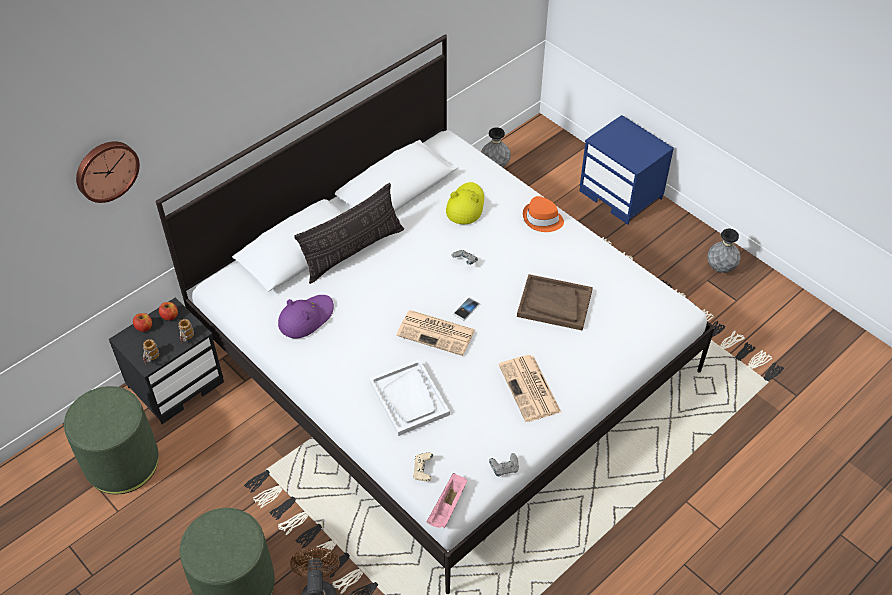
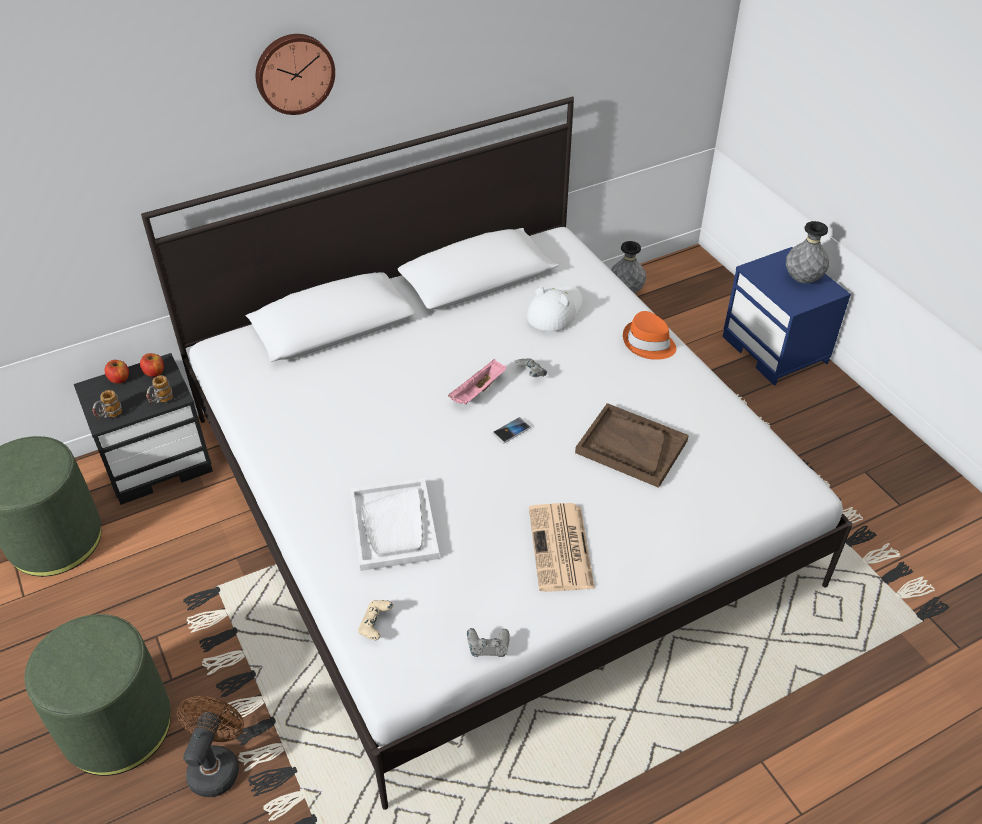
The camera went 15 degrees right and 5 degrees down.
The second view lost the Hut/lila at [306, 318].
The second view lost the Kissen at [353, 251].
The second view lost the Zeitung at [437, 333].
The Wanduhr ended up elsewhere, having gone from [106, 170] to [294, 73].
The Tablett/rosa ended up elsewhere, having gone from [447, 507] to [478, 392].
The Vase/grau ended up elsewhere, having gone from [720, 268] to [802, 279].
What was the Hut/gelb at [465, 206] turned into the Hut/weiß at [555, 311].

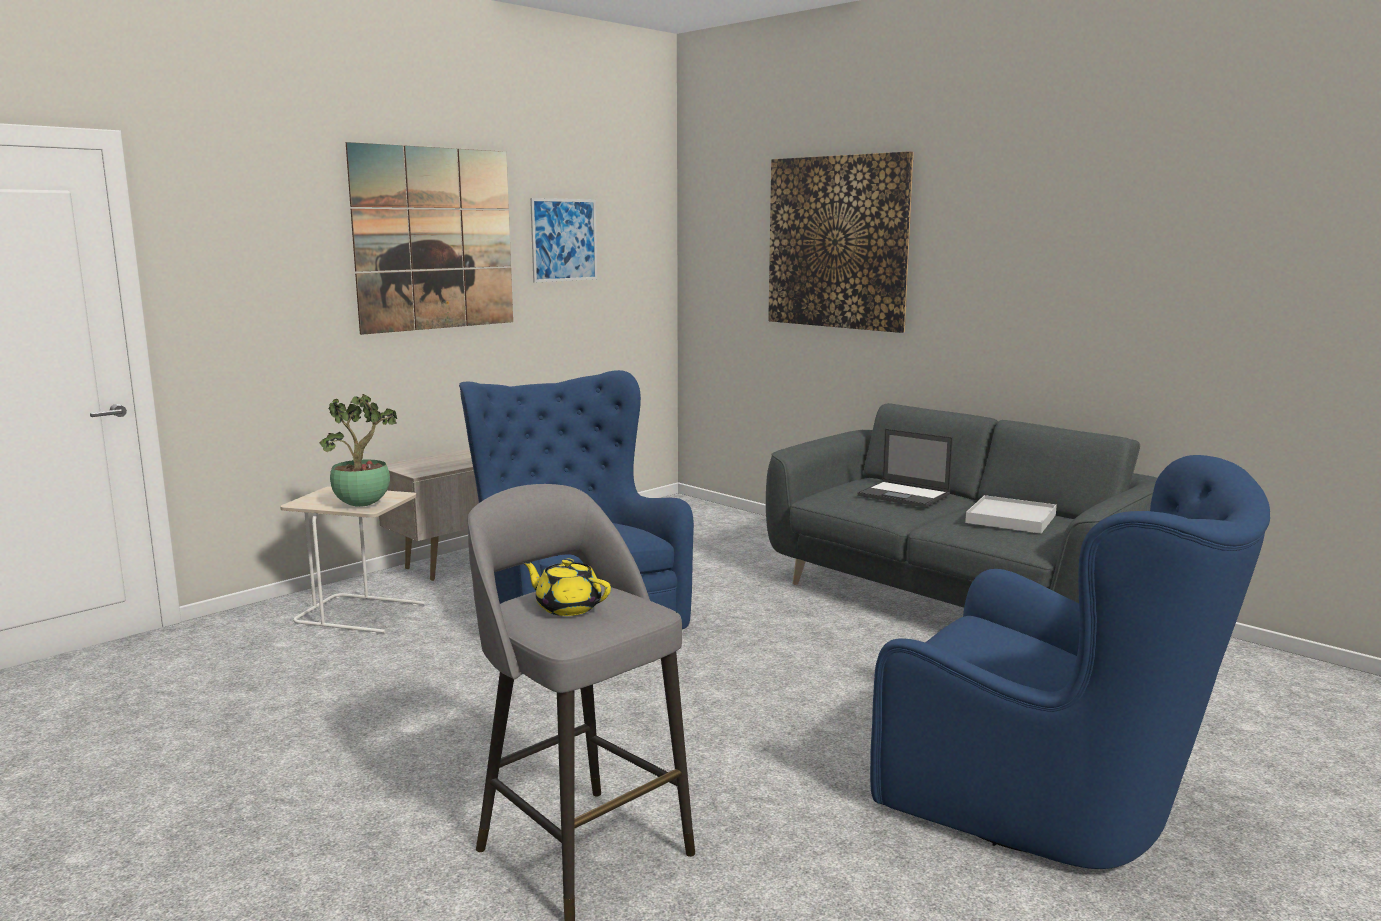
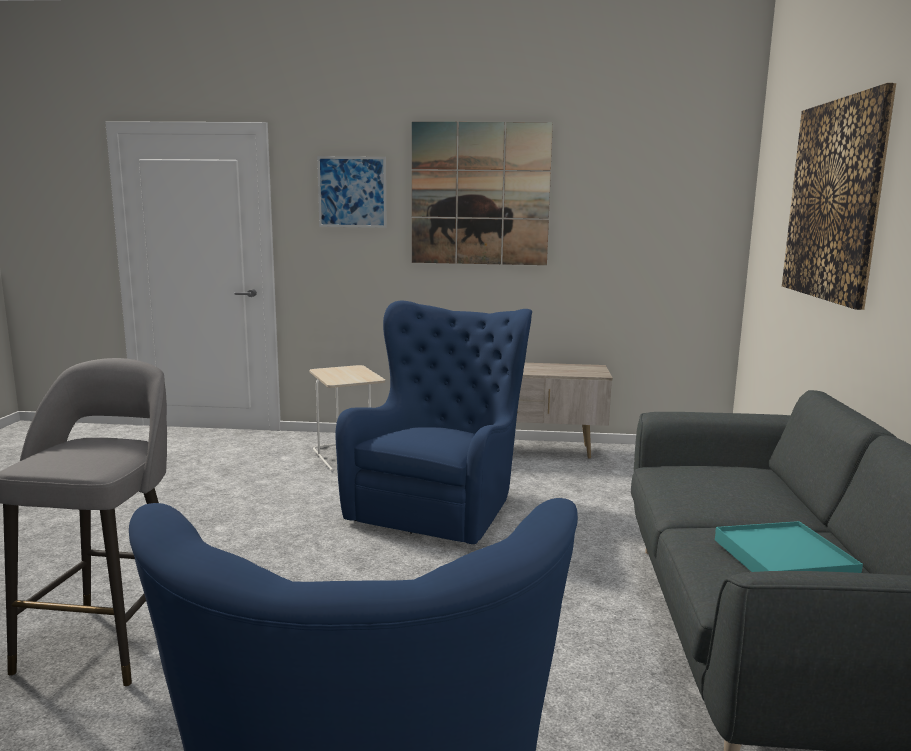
The camera went 50 degrees right and 0 degrees up.
The second view lost the Topfpflanze at [364, 505].
The second view lost the Teekanne/gelb at [567, 607].
The second view lost the Laptop at [905, 495].
The Bild ended up elsewhere, having gone from [564, 240] to [352, 192].
What was the Tablett/weiß at [1010, 519] turned into the Tablett/türkis at [783, 558].

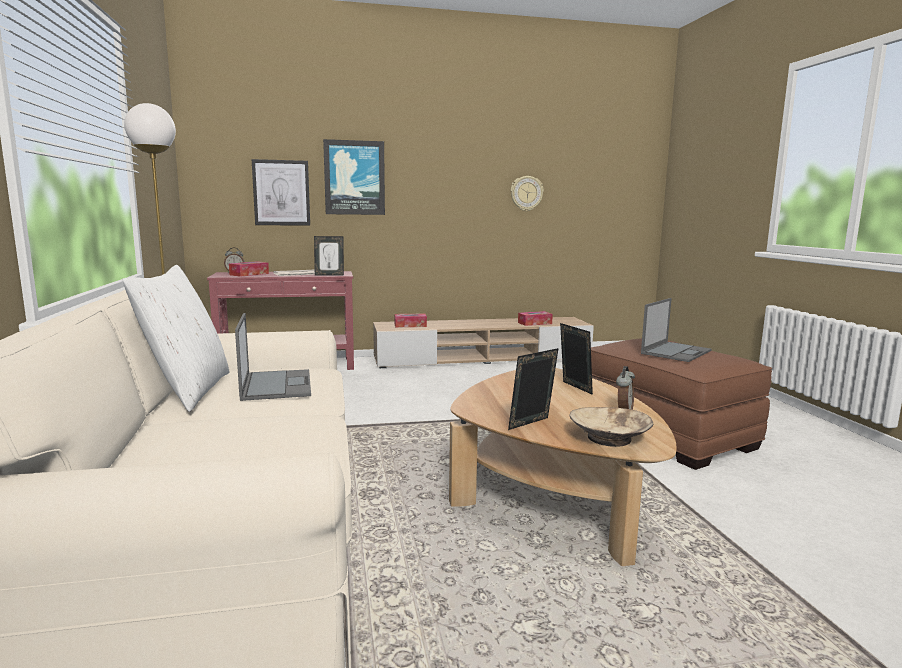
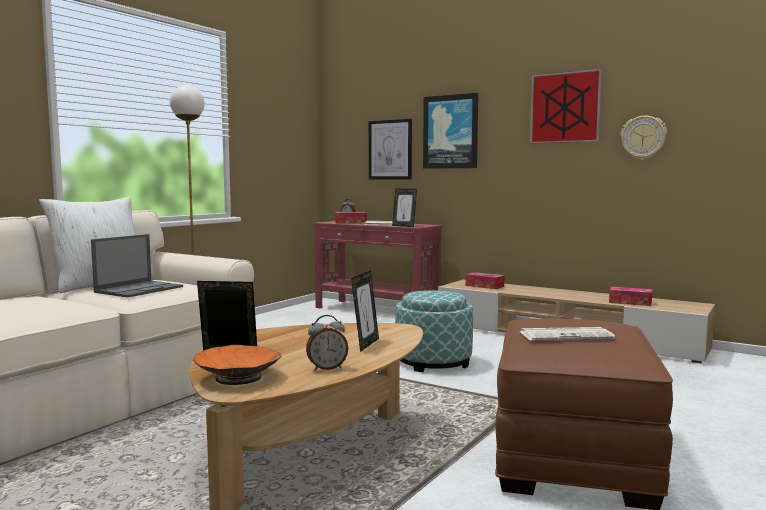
The camera went 45 degrees right and 5 degrees down.
The second view gained the Polsterhocker at [433, 362].
The second view gained the Bild at [565, 107].
Where the Laptop stood at [676, 352], the Zeitung came to stand at [566, 336].
What was the Schüssel/beige at [609, 438] turned into the Schüssel/orange at [239, 377].

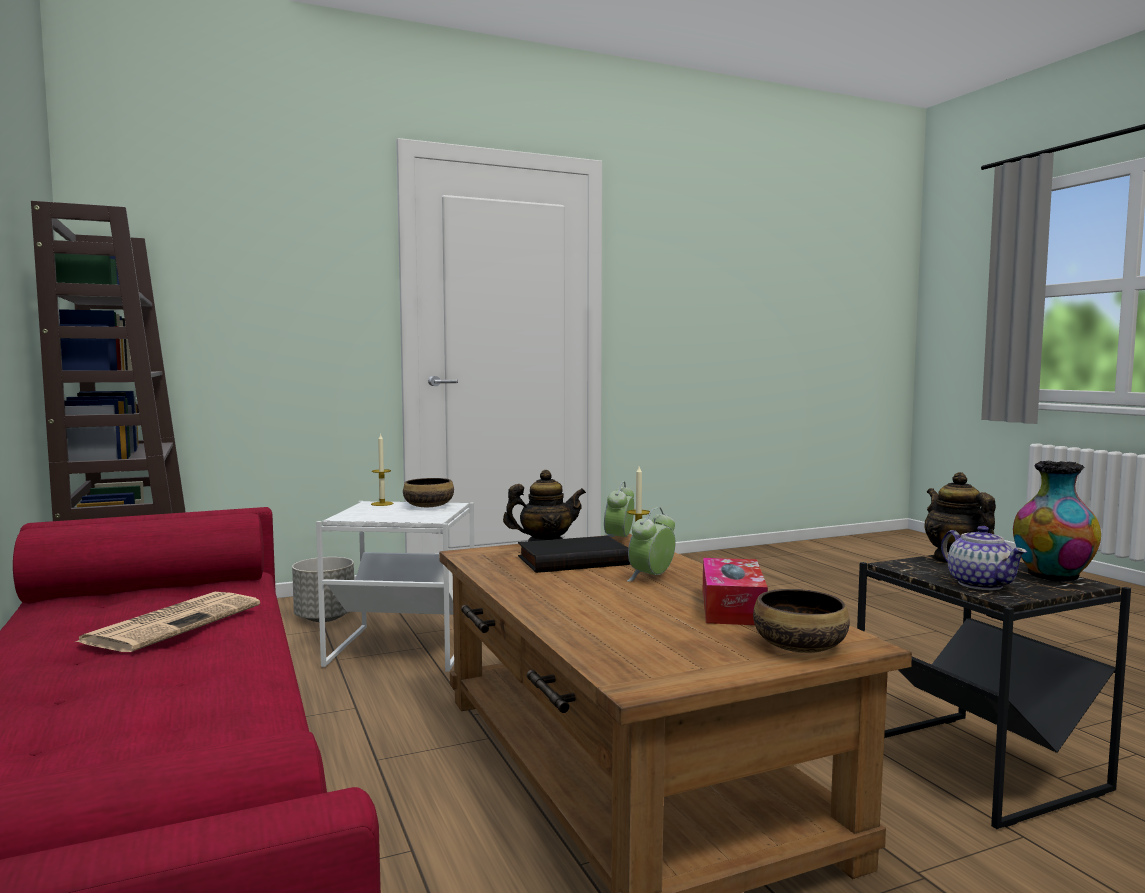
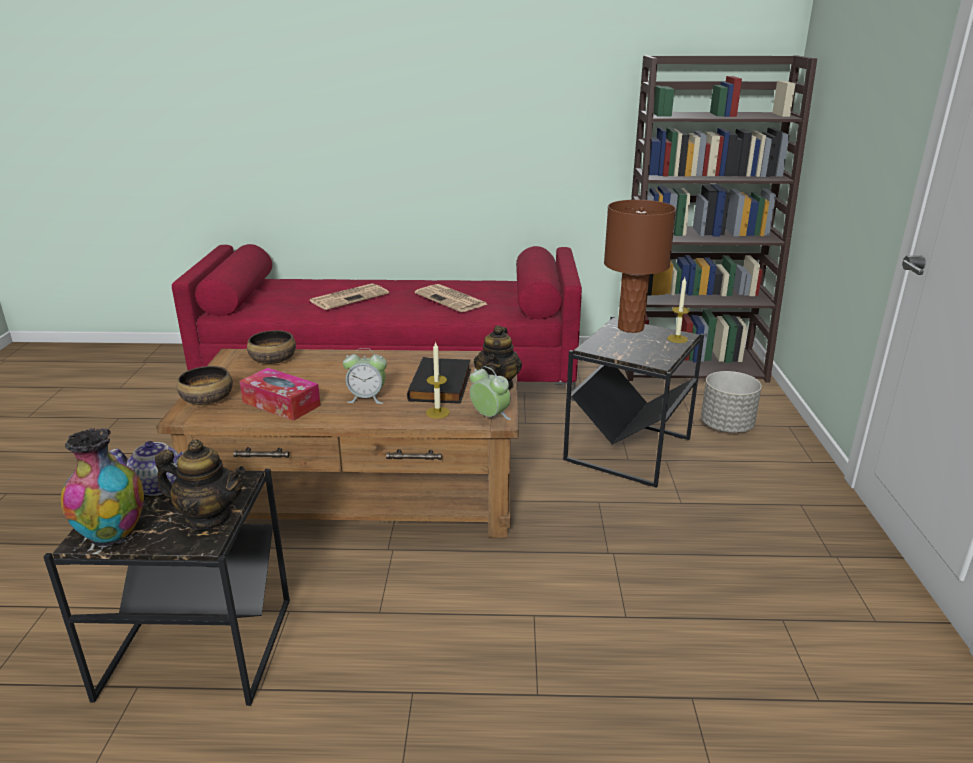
The camera went 115 degrees right and 20 degrees up.
The second view gained the Zeitung at [349, 297].
The second view gained the Tischlampe/braun at [631, 328].
The Schüssel ended up elsewhere, having gone from [429, 506] to [272, 360].
What was the Beistelltisch/weiß at [401, 648] turned into the Beistelltisch/schwarz at [629, 449].
The Wecker at [651, 578] ended up facing another way, 120 degrees clockwise from before.

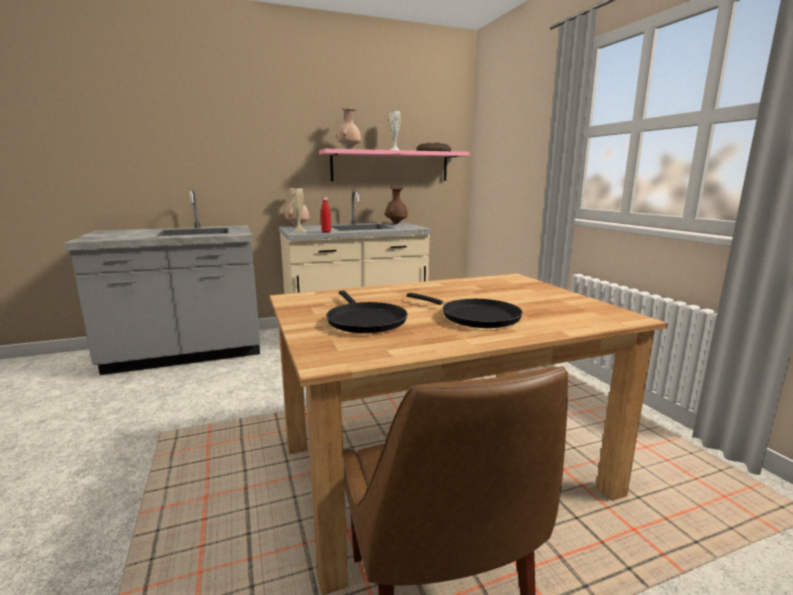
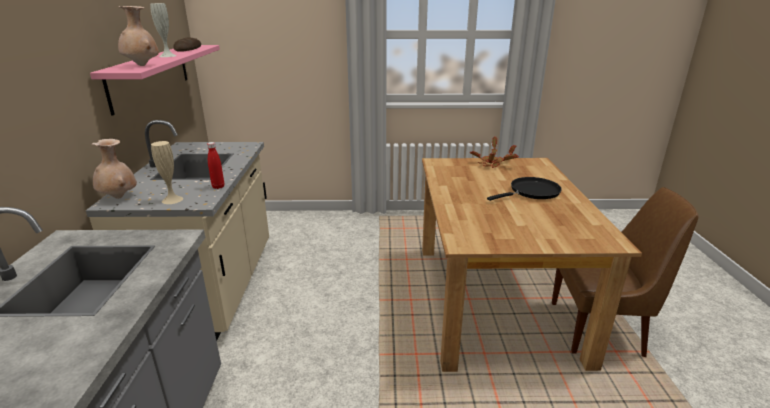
The camera went 70 degrees left and 10 degrees up.
The second view lost the Pfanne/schwarz at [364, 320].
The second view lost the Vase/braun at [396, 223].
The second view gained the Topfpflanze at [493, 163].

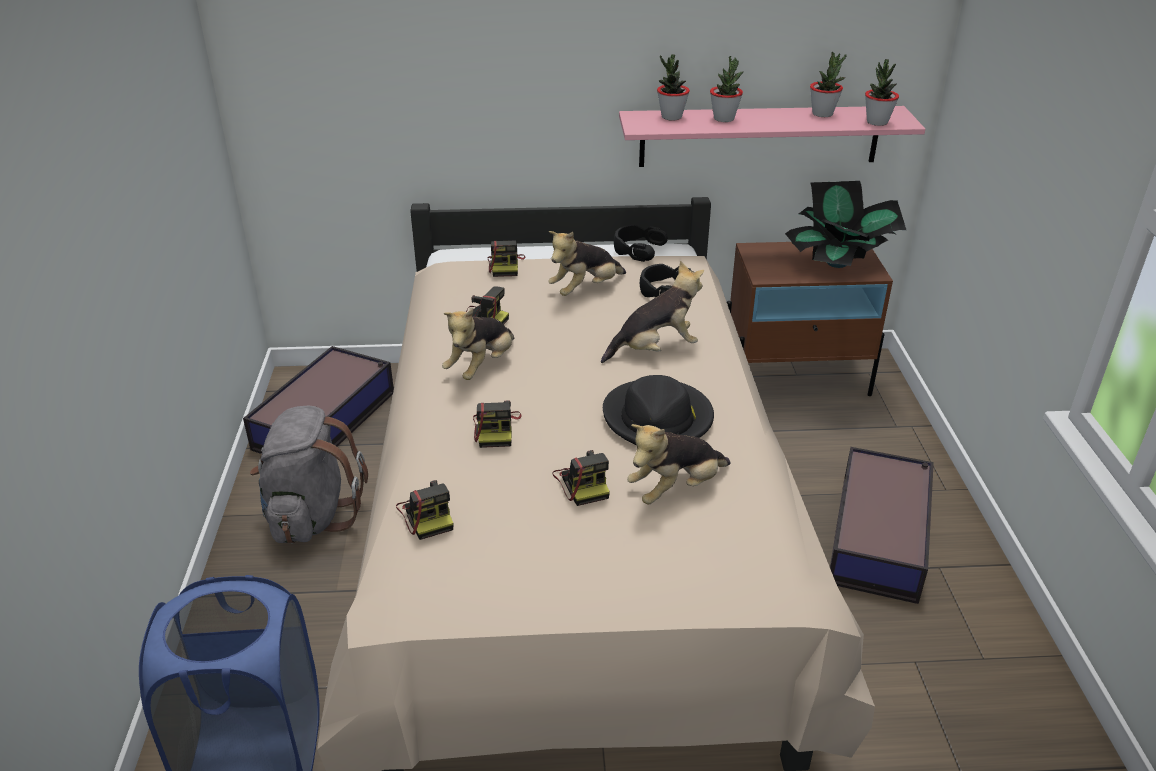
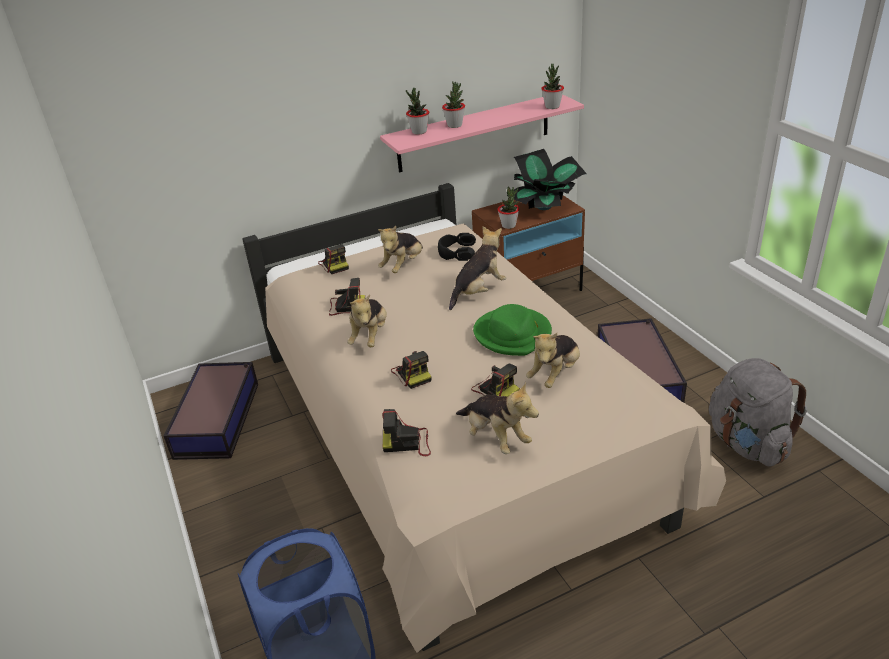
The camera went 20 degrees left and 0 degrees up.
The second view lost the Kopfhörer/schwarz at [637, 249].
The second view gained the Plüschtier at [495, 437].
The Rucksack/grau ended up elsewhere, having gone from [311, 515] to [747, 443].
The Topfpflanze ended up elsewhere, having gone from [822, 114] to [509, 225].
What was the Hut/schwarz at [658, 419] turned into the Hut/grün at [513, 334].
The Kamera at [427, 515] ended up facing another way, 135 degrees clockwise from before.

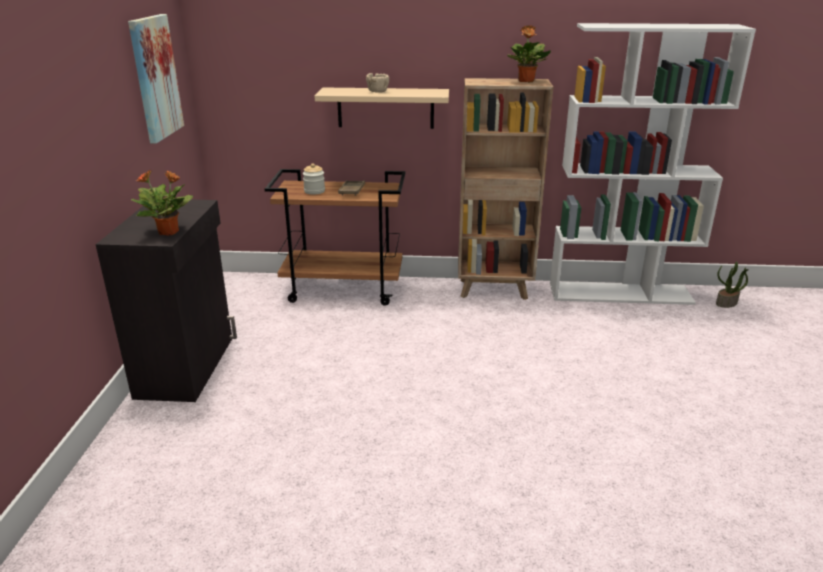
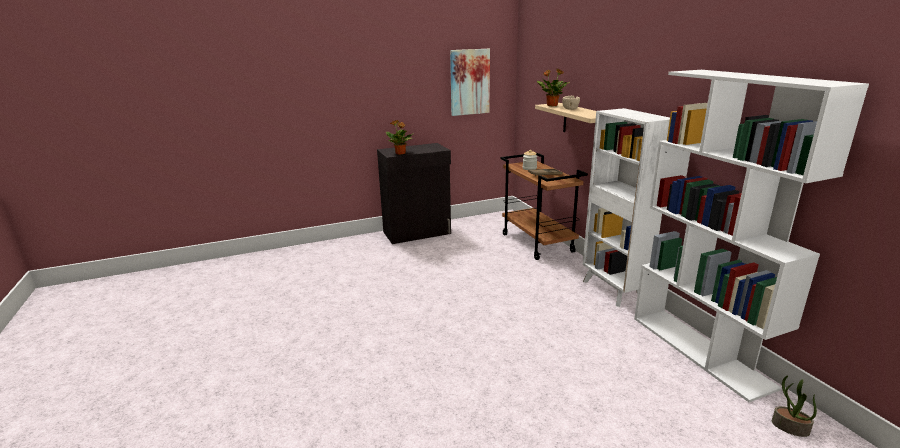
The camera went 65 degrees right and 5 degrees down.
The Topfpflanze ended up elsewhere, having gone from [526, 81] to [551, 105].
What was the Bücherregal/braun at [495, 289] turned into the Bücherregal/weiß at [613, 290].

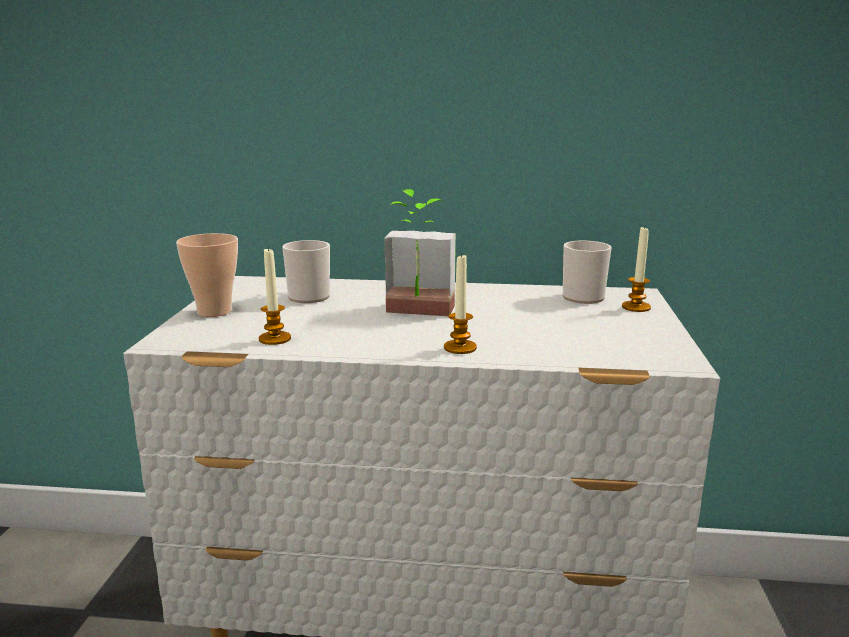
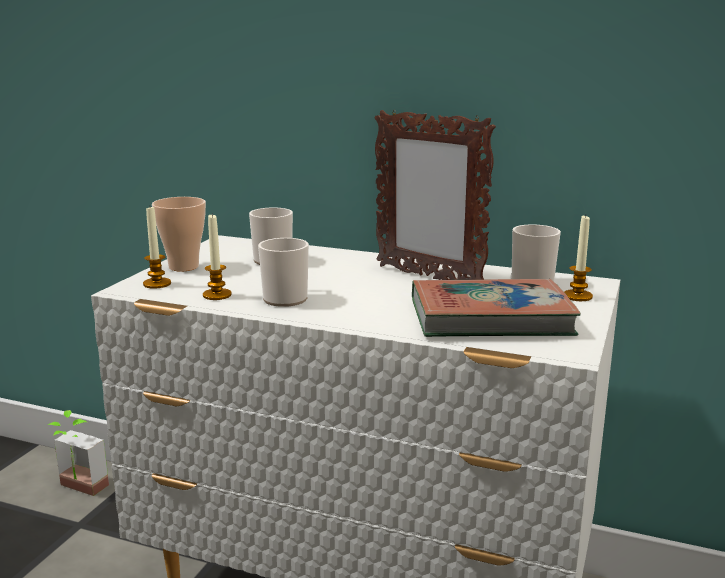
The camera went 15 degrees right and 0 degrees up.
The second view gained the Henkelbecher at [287, 297].
The second view gained the Bilderrahmen at [428, 277].
The second view gained the Buch at [490, 318].
The Topfpflanze ended up elsewhere, having gone from [417, 313] to [78, 489].
The Kerze ended up elsewhere, having gone from [460, 348] to [157, 284].

